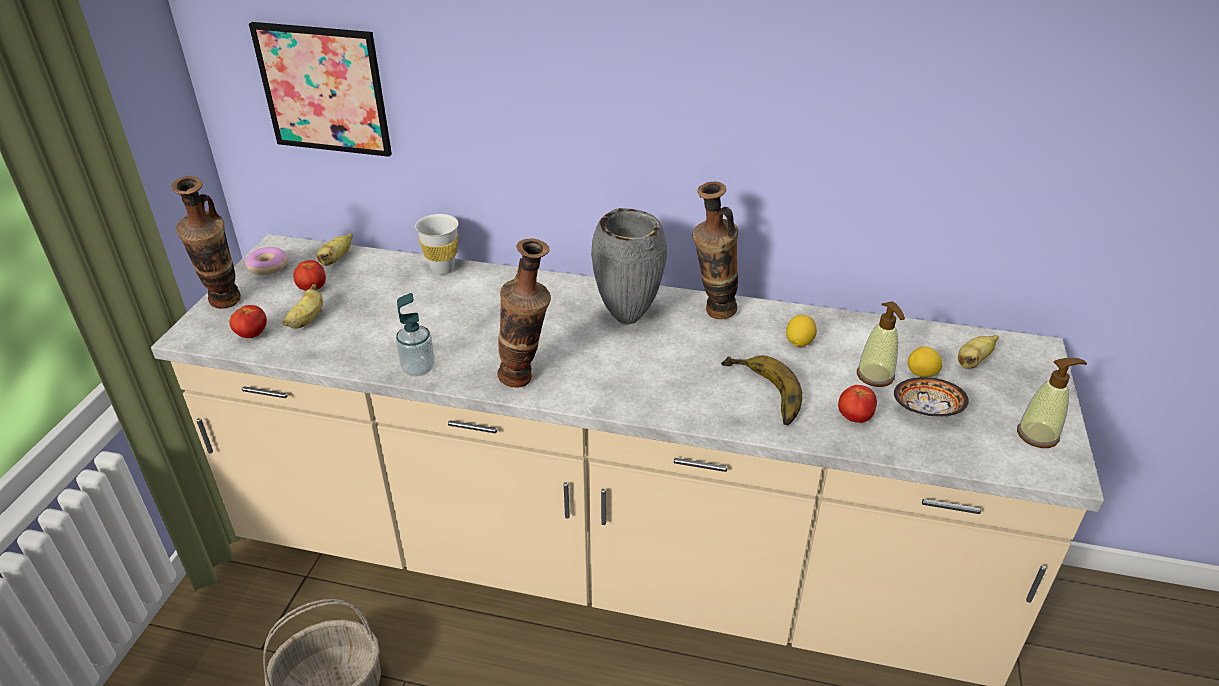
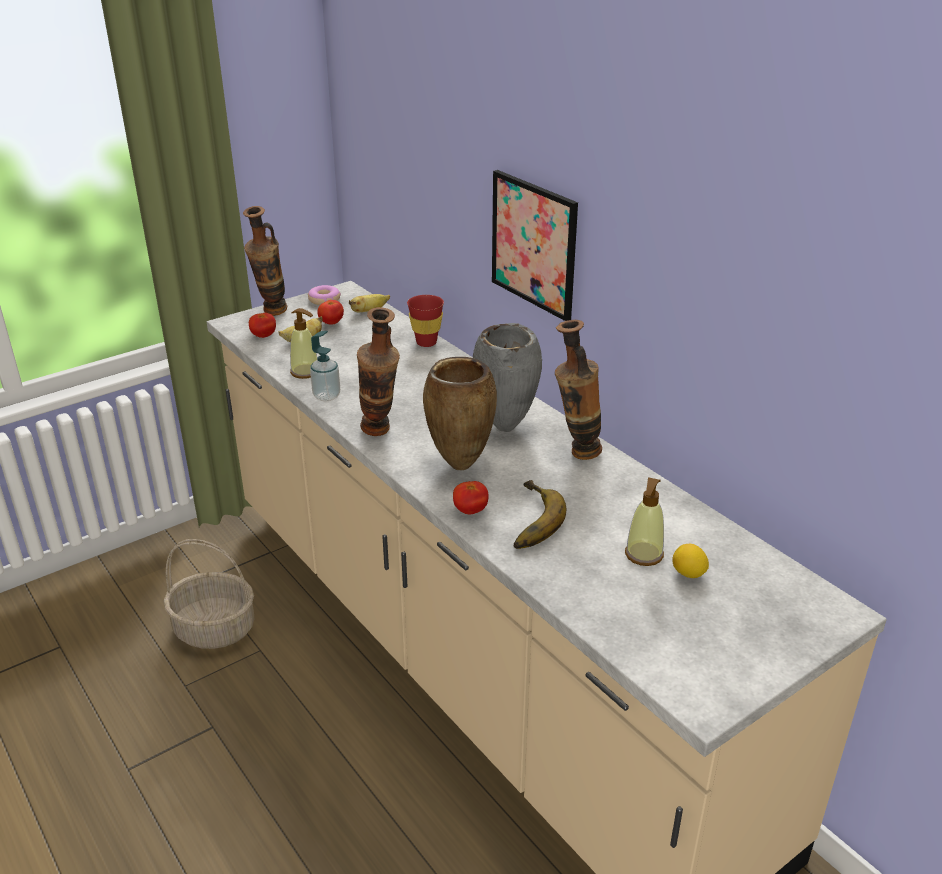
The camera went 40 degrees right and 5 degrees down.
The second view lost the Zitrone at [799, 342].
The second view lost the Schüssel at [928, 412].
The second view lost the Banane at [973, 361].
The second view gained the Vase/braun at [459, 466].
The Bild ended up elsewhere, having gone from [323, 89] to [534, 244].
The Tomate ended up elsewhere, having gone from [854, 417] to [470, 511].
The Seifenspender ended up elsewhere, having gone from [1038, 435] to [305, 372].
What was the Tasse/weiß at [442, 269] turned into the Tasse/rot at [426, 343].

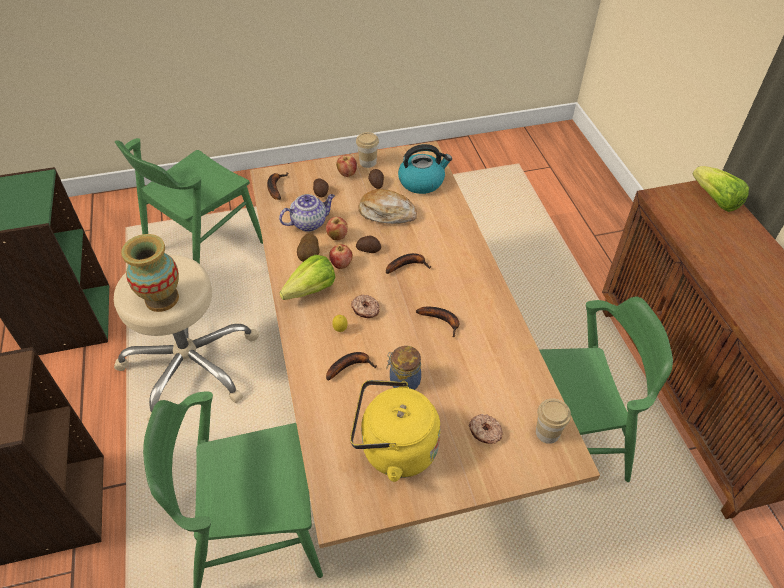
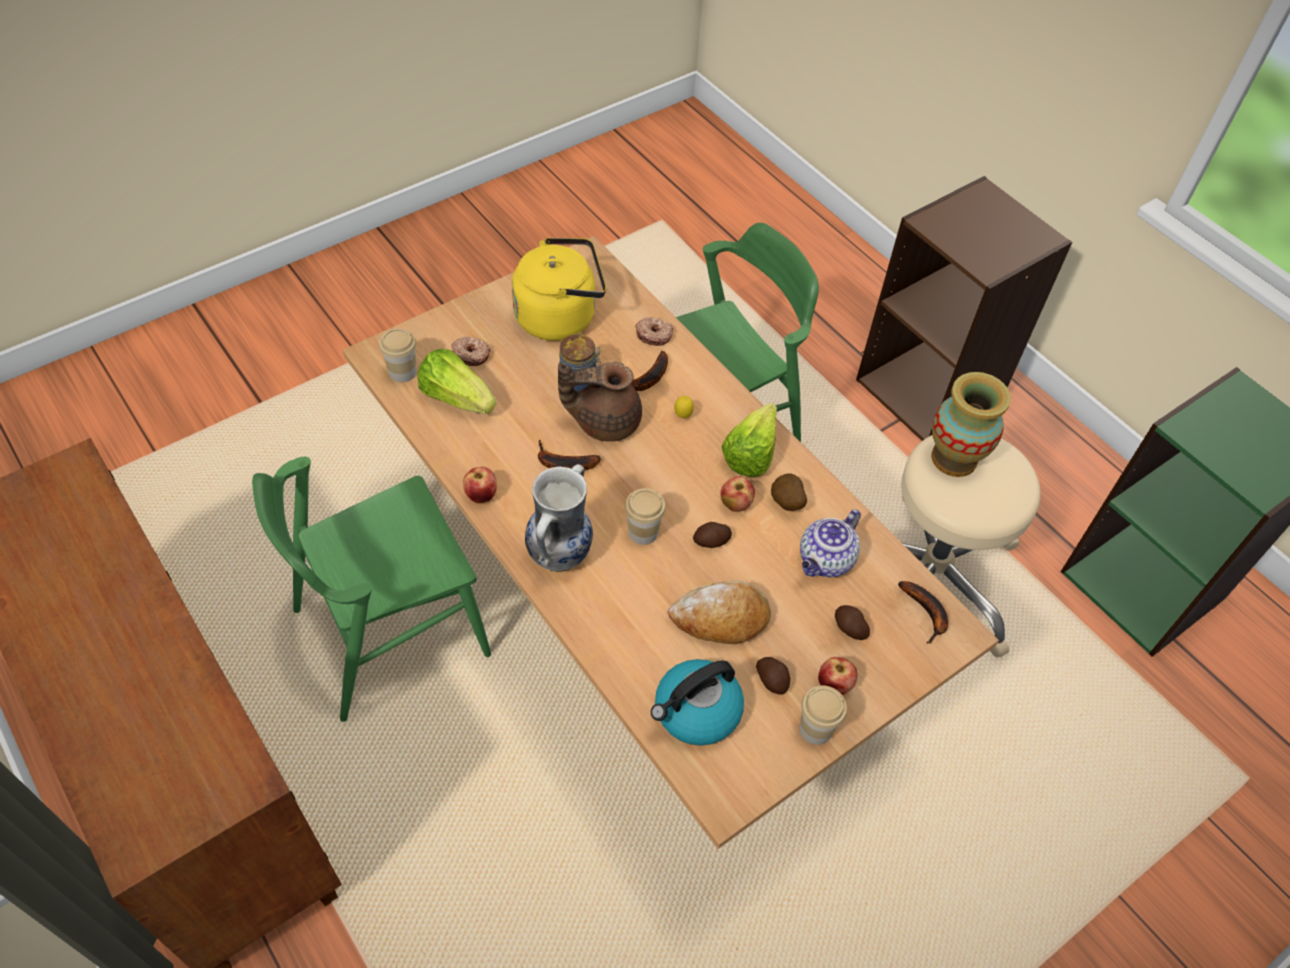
The camera went 155 degrees right and 5 degrees up.
The second view lost the Stuhl/grün at [204, 248].
The second view gained the Vase at [560, 555].
The second view gained the Teekanne/braun at [604, 421].
The Apfel ended up elsewhere, having gone from [337, 237] to [481, 495].
The Donut ended up elsewhere, having gone from [365, 310] to [654, 335].
The Salatkopf ended up elsewhere, having gone from [715, 200] to [457, 398].
Where the Banane stood at [407, 265], the Tasse came to stand at [643, 532].

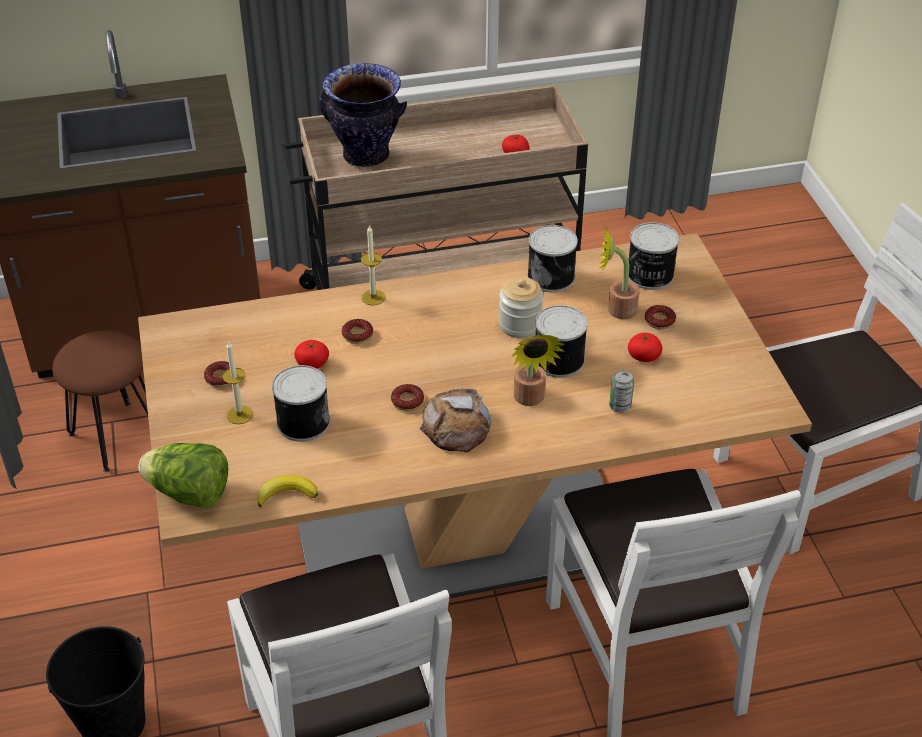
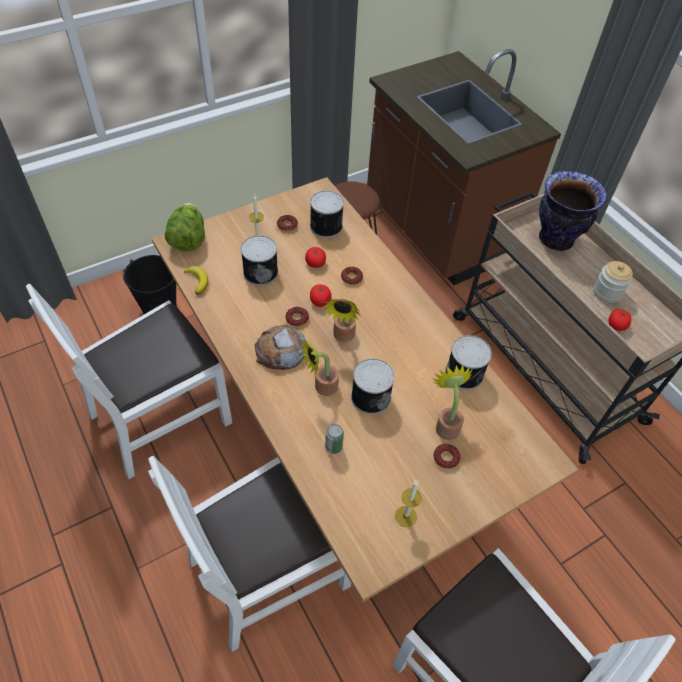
The camera went 70 degrees right and 10 degrees up.
The second view gained the Topfpflanze at [343, 337].
The Kerze ended up elsewhere, having gone from [373, 297] to [406, 516].
The Vorratsglas ended up elsewhere, having gone from [520, 325] to [607, 292].
The Tomate ended up elsewhere, having gone from [644, 356] to [320, 301].
The Dose ended up elsewhere, having gone from [649, 275] to [325, 226].

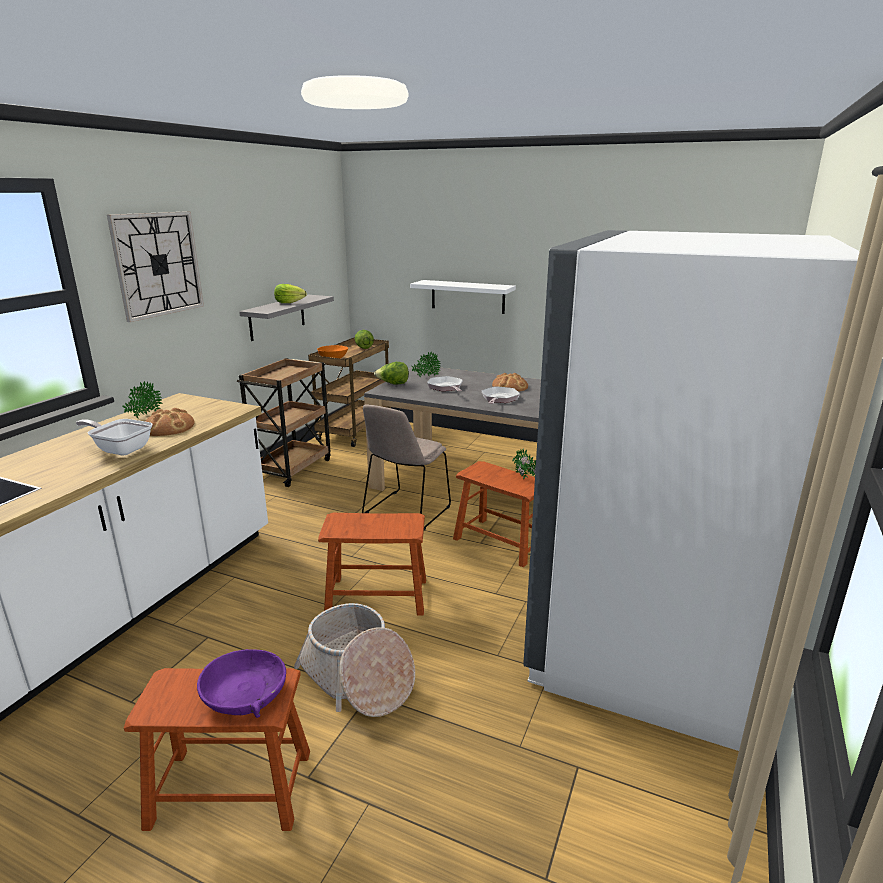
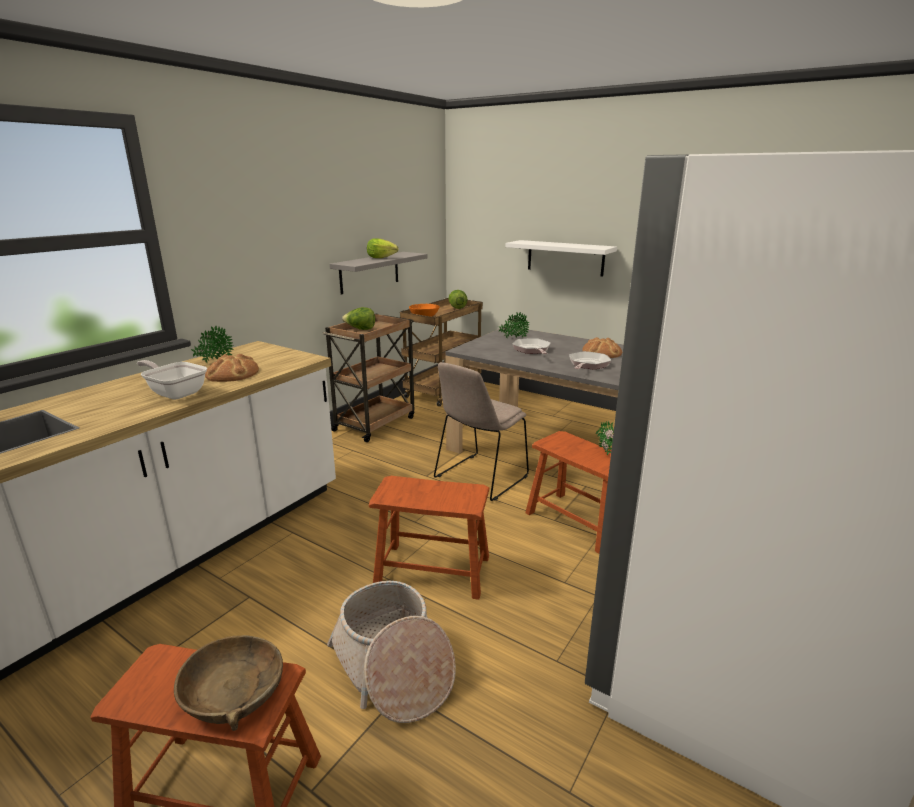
The camera went 10 degrees right and 0 degrees up.
The second view lost the Wanduhr at [158, 264].
The Salatkopf ended up elsewhere, having gone from [393, 384] to [360, 329].
What was the Schüssel/lila at [245, 693] turned into the Schüssel/braun at [233, 691].

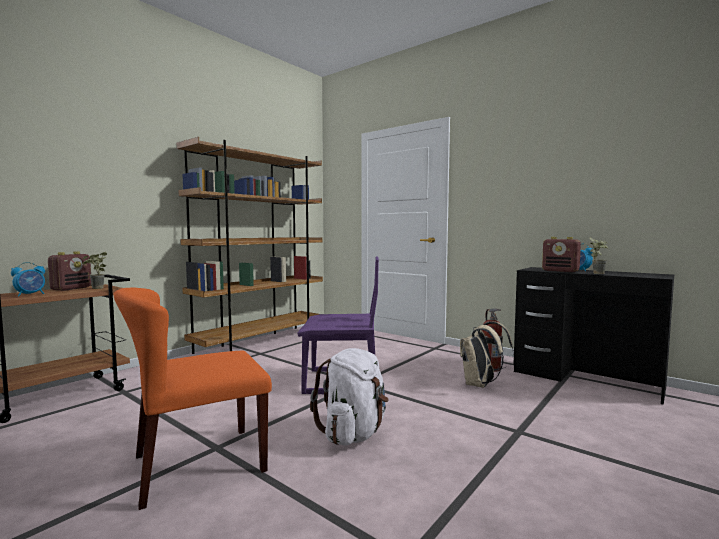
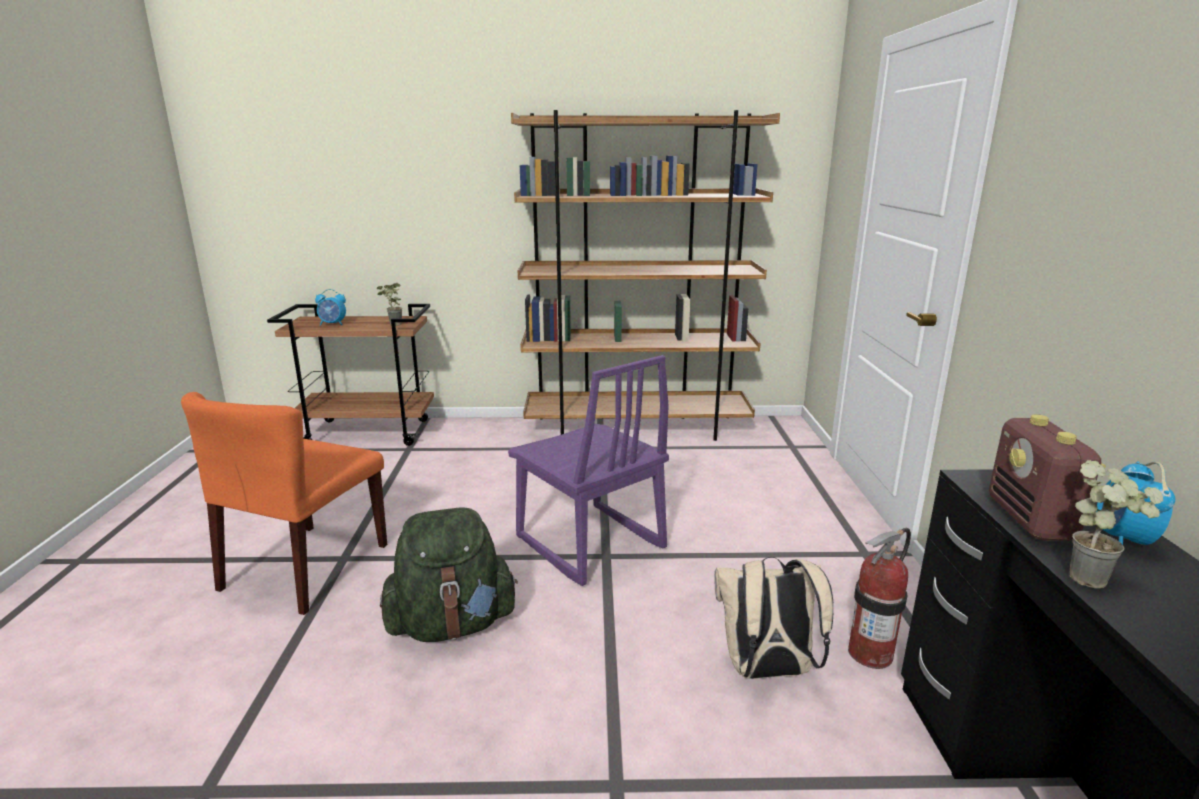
The camera went 50 degrees right and 15 degrees up.
The second view lost the Radio at [71, 288].
What was the Rucksack/weiß at [353, 433] turned into the Rucksack/grün at [452, 624].
The Stuhl/orange at [198, 464] ended up facing another way, 90 degrees counterclockwise from before.

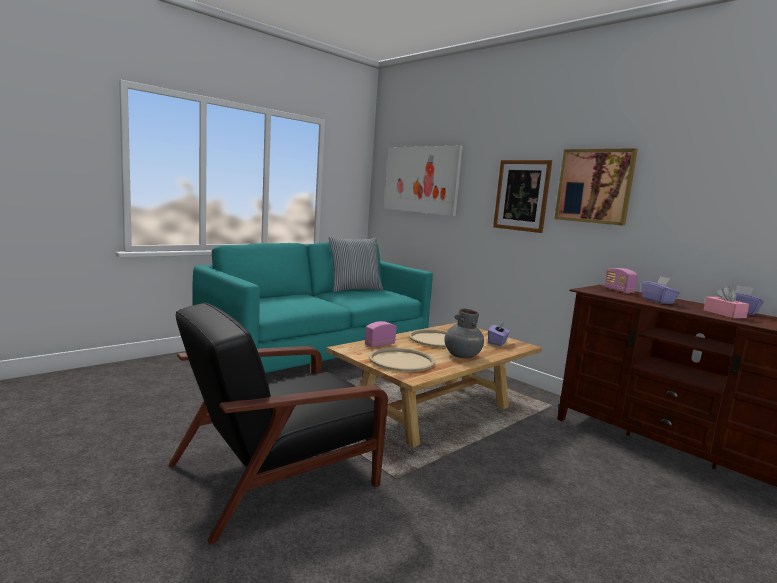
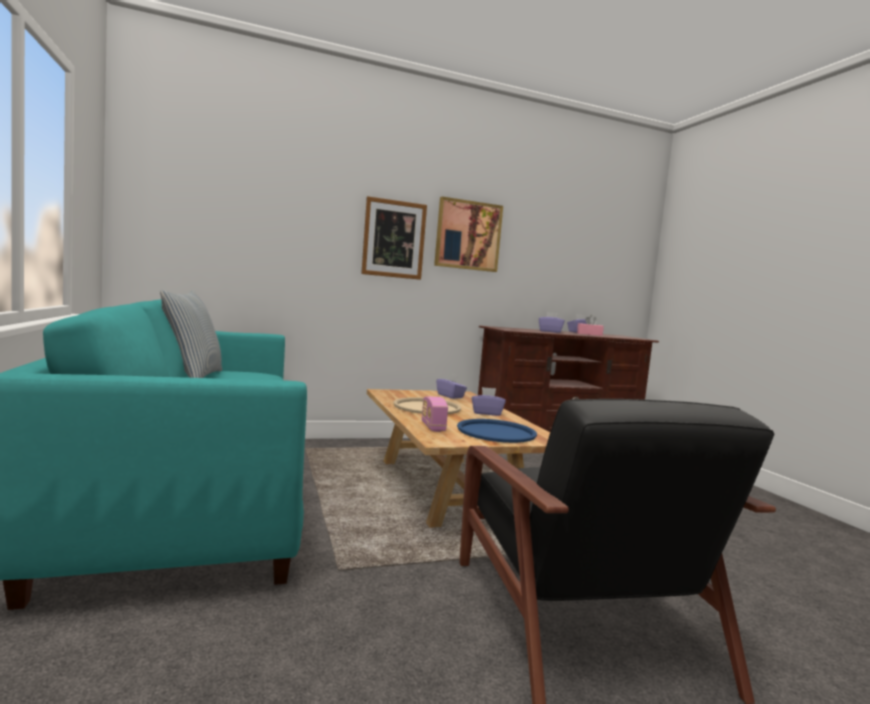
The camera went 65 degrees left and 5 degrees down.
The second view lost the Bild at [421, 179].
The second view lost the Radio at [618, 290].
Where the Vase/grau stood at [461, 355], the Taschentuchbox/lila came to stand at [486, 413].
What was the Tablett/beige at [401, 360] turned into the Tablett/blau at [496, 432].

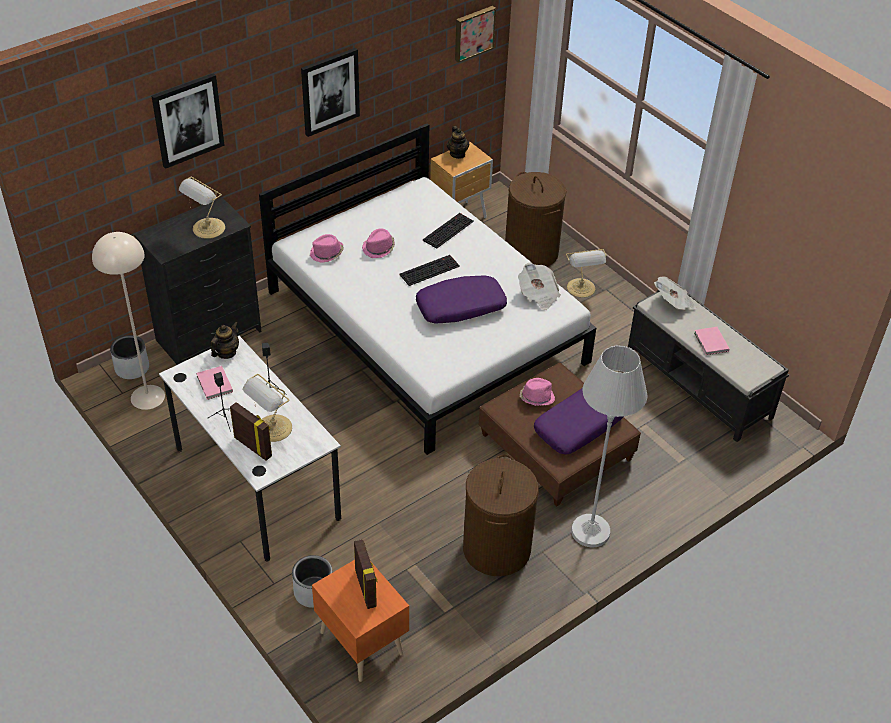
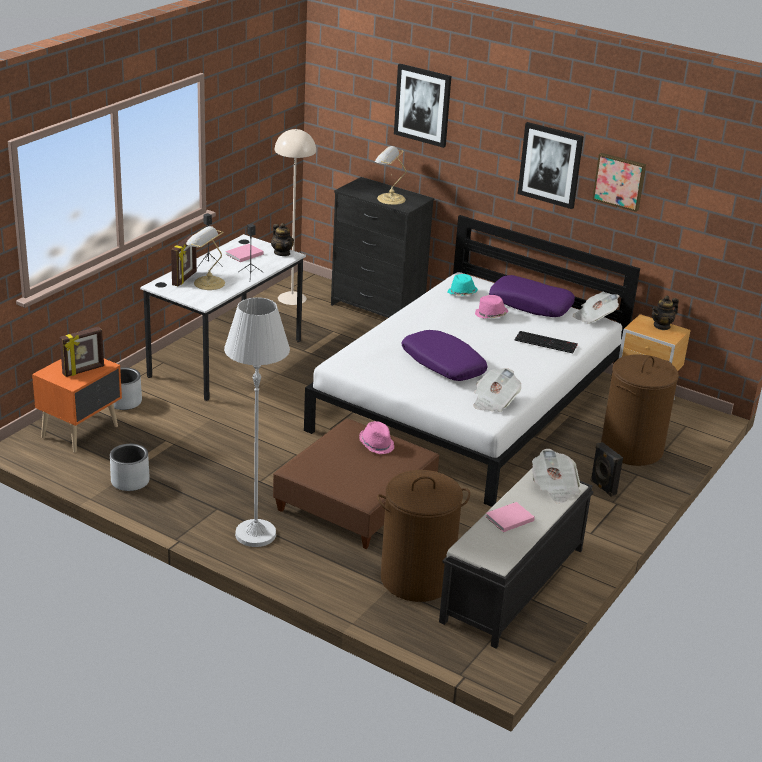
The camera went 70 degrees right and 15 degrees down.
The second view lost the Tastatur at [429, 270].
The second view gained the Zeitung at [594, 317].
The Pflanzkübel/grau ended up elsewhere, having gone from [132, 368] to [130, 481].
The Bild ended up elsewhere, having gone from [473, 33] to [620, 181].
The Wäschekorb/braun ended up elsewhere, having gone from [496, 549] to [417, 578].
The Kissen/lila ended up elsewhere, having gone from [578, 425] to [531, 304].
Where the Tischlampe stood at [581, 289], the Lautsprecher/schwarz came to stand at [602, 487].
What was the Hut/rosa at [327, 254] turned into the Hut/türkis at [462, 293].
The Teekanne at [226, 352] ended up facing another way, 45 degrees clockwise from before.

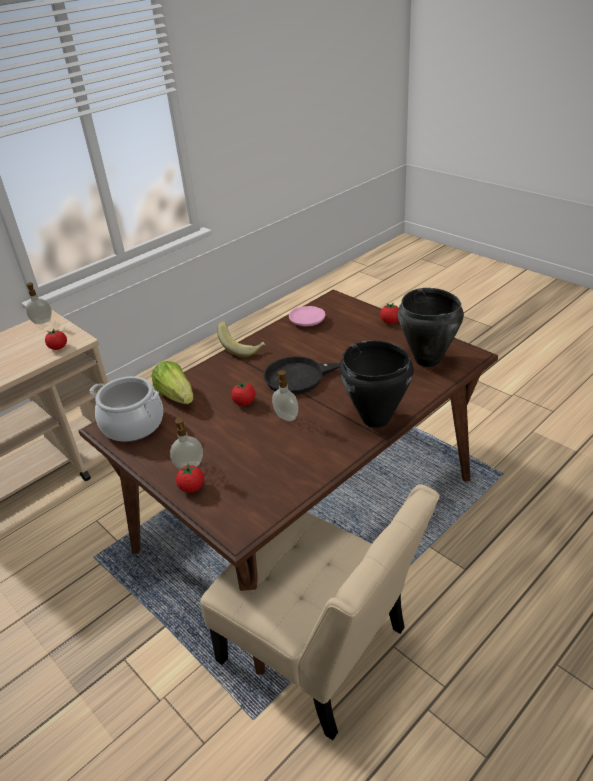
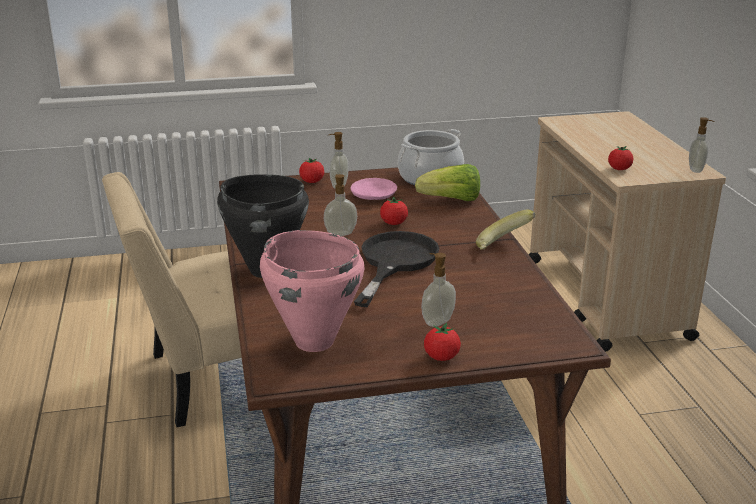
The camera went 120 degrees right and 10 degrees down.
The second view gained the Seifenspender at [437, 321].
The Teller/rosa ended up elsewhere, having gone from [307, 321] to [373, 196].
What was the Kochtopf/schwarz at [427, 360] turned into the Kochtopf/rosa at [314, 341].

